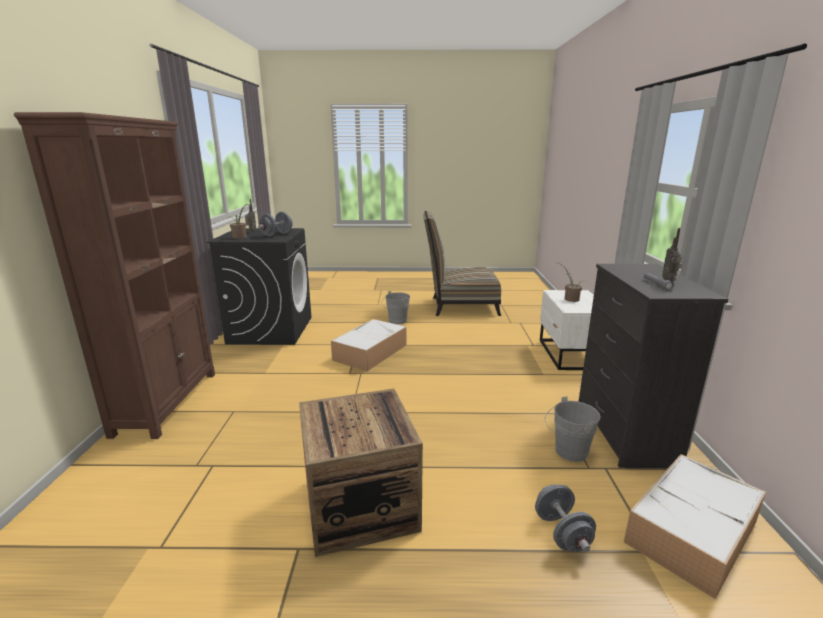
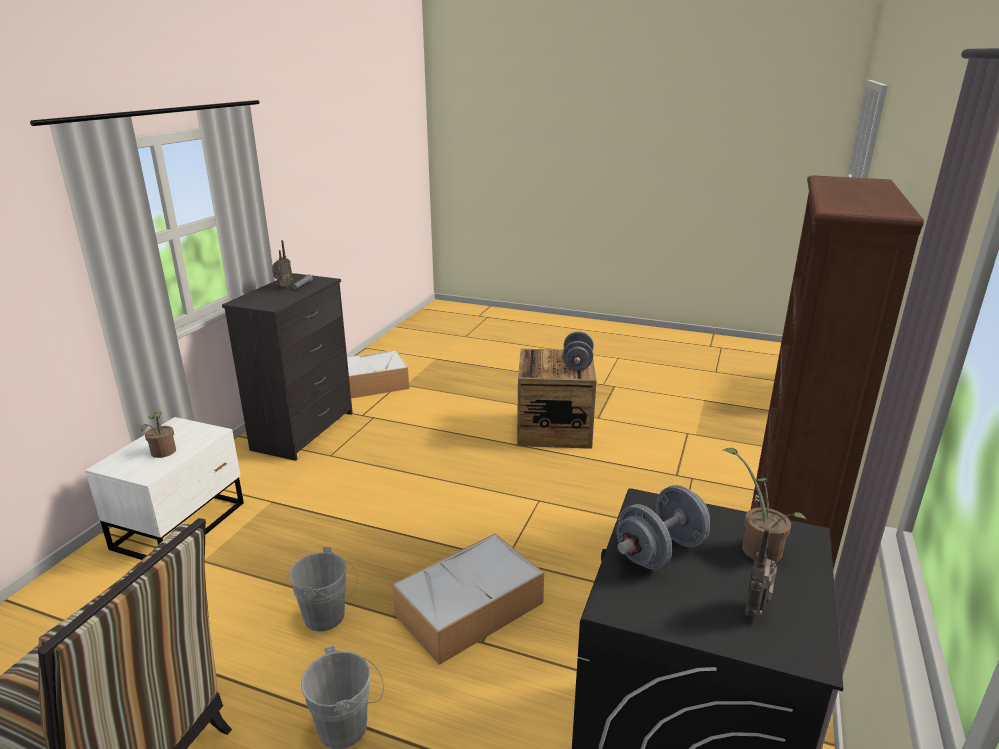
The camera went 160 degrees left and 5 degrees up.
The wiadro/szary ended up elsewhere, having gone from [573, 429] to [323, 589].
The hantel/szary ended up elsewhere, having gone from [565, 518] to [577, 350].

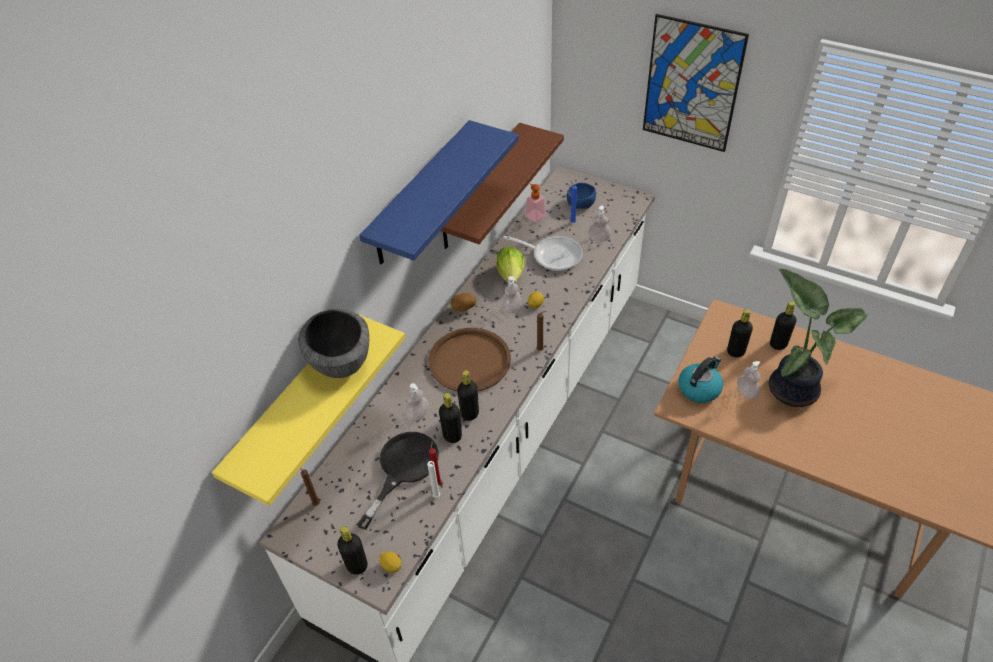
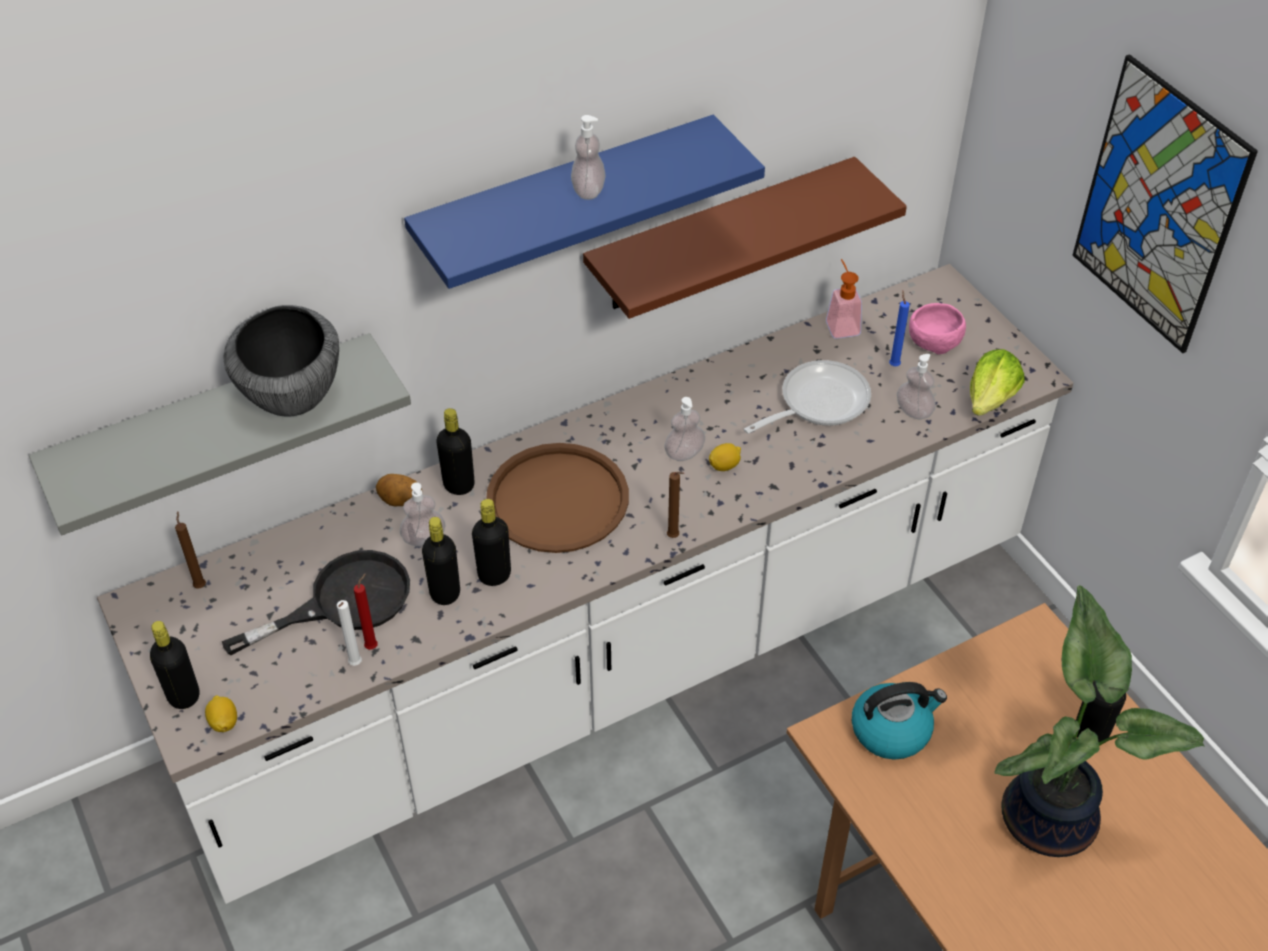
The camera went 30 degrees right and 0 degrees up.
What was the miska/niebieski at [581, 195] turned into the miska/różowy at [937, 328].
The patelnia at [543, 253] ended up facing another way, 90 degrees counterclockwise from before.
The sałata ended up elsewhere, having gone from [511, 264] to [997, 382].
The ziemniak ended up elsewhere, having gone from [464, 302] to [399, 490].
The butelka/czarny ended up elsewhere, having gone from [740, 333] to [455, 451].
What was the półka/żółty at [308, 410] turned into the półka/szary at [220, 434].
The dozownik mydła ended up elsewhere, having gone from [749, 380] to [588, 157].

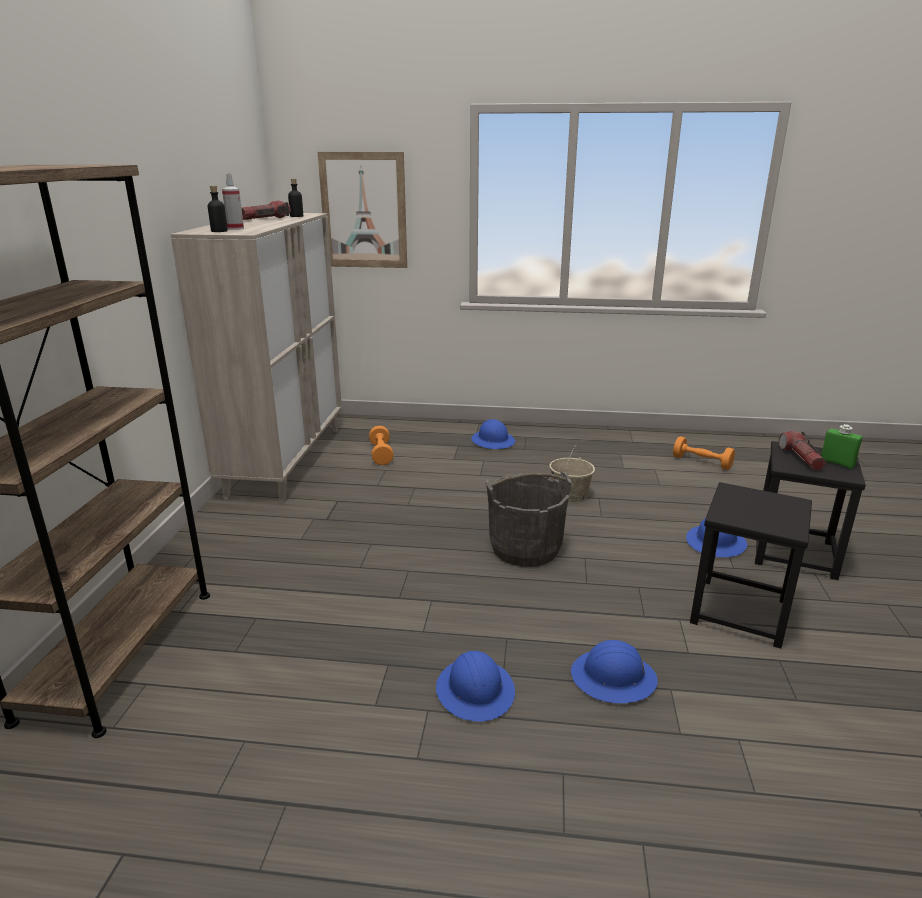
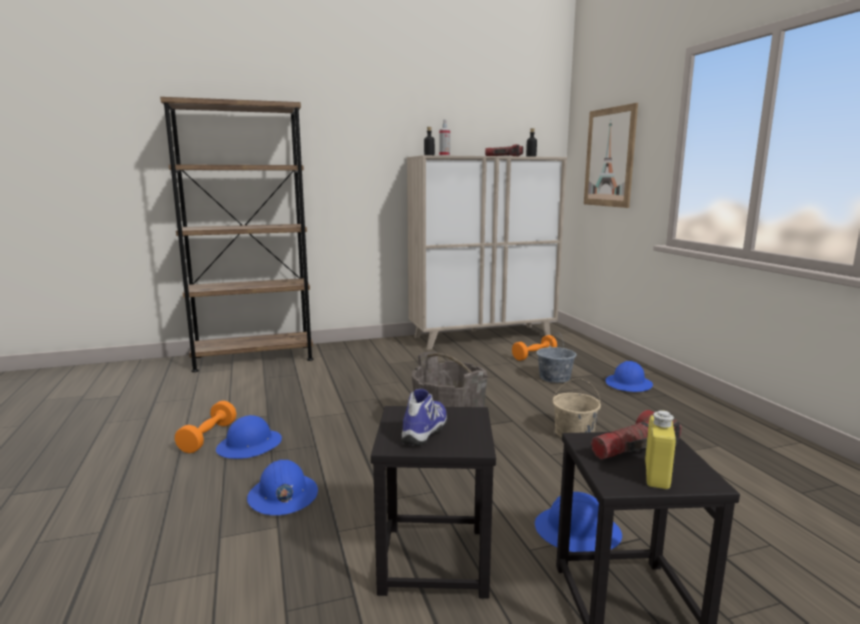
The camera went 65 degrees right and 10 degrees down.
What was the butelka/zielony at [842, 446] turned into the butelka/żółty at [660, 449].
The hantel/pomarańczowy ended up elsewhere, having gone from [704, 453] to [206, 427].
The second view gained the wiadro/szary at [556, 358].
The second view gained the but at [424, 417].

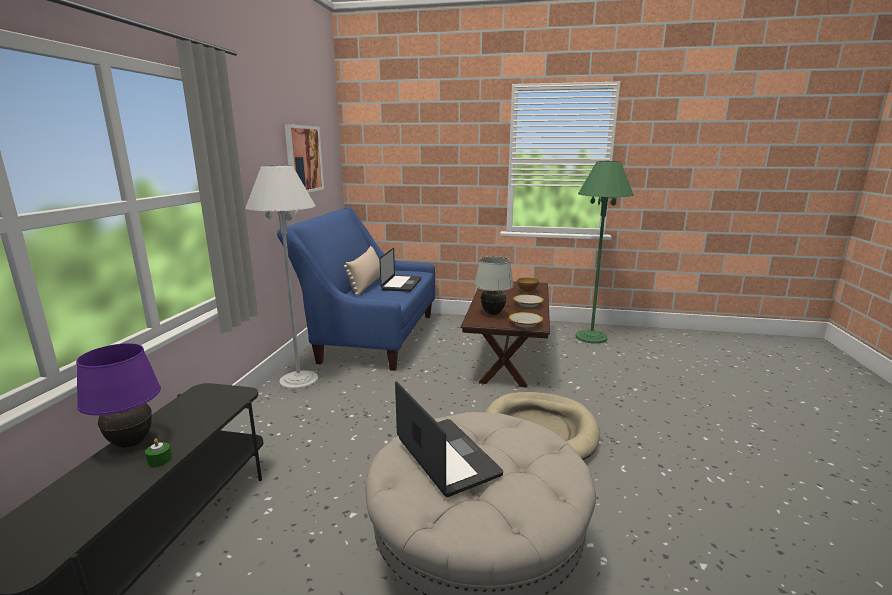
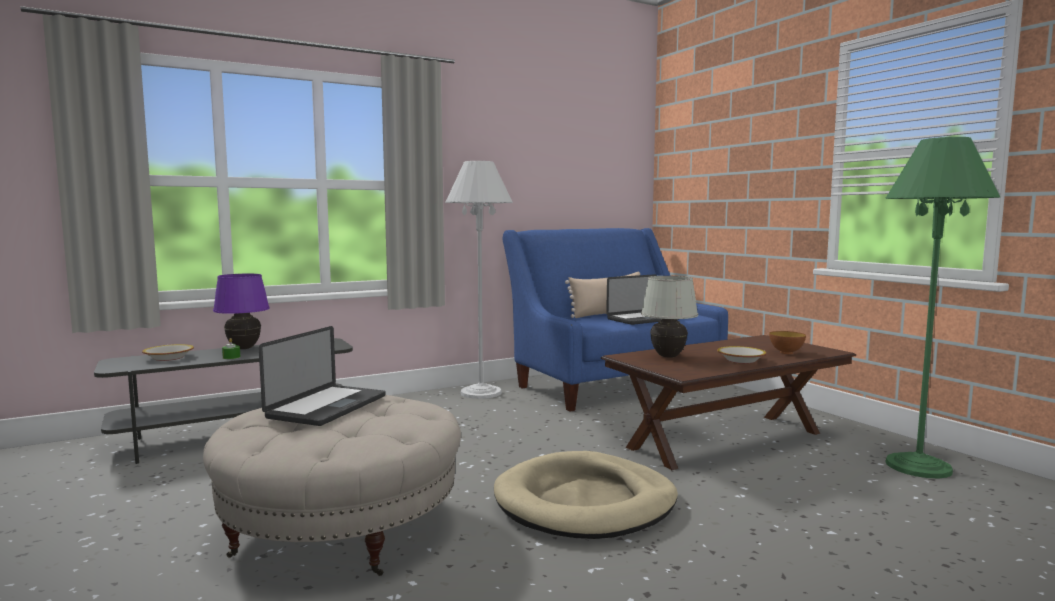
The camera went 50 degrees right and 10 degrees down.
The second view lost the obraz at [304, 158].
The miska ended up elsewhere, having gone from [526, 320] to [168, 352].

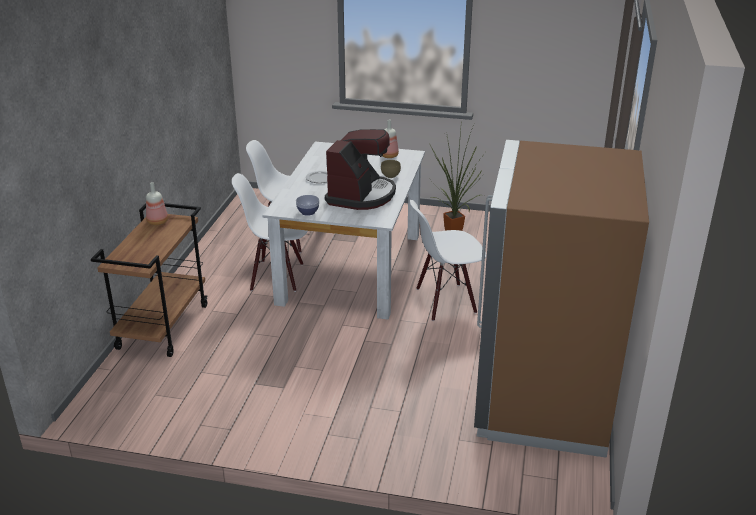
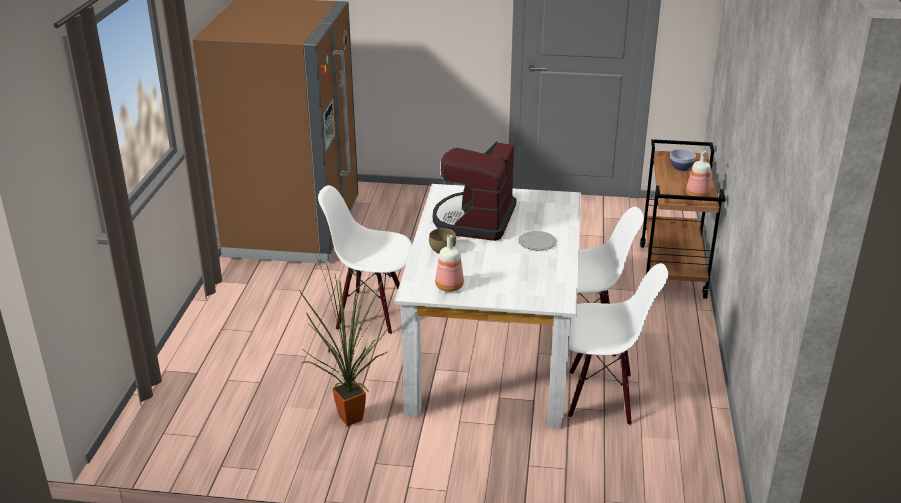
The camera went 175 degrees right and 0 degrees up.
The miska ended up elsewhere, having gone from [307, 205] to [683, 160].
The krzesło/biały at [448, 260] ended up facing another way, 150 degrees counterclockwise from before.

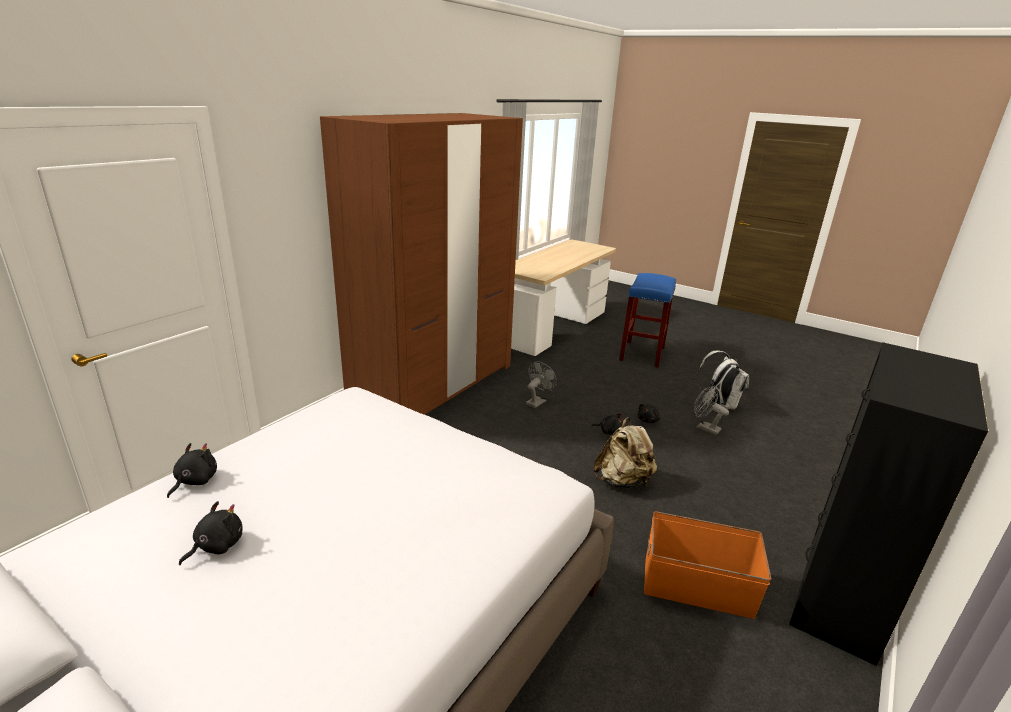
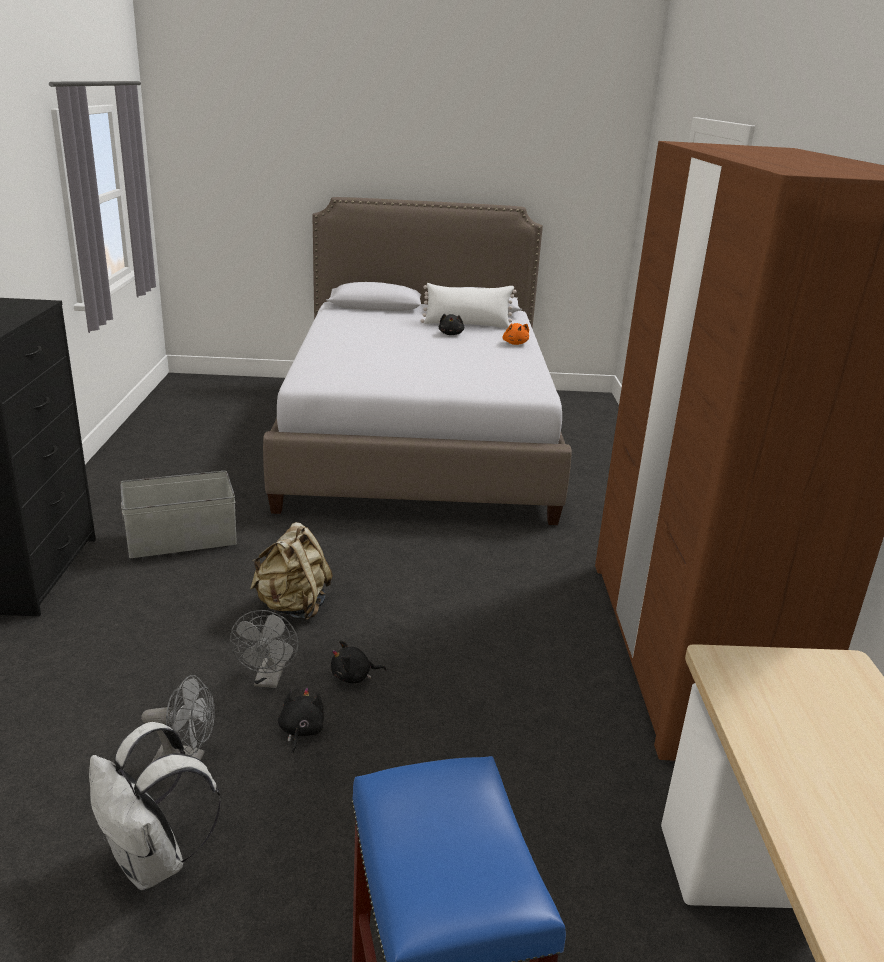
The camera went 145 degrees right and 0 degrees up.
The wentylator/szary ended up elsewhere, having gone from [541, 384] to [264, 649].
What was the pluszak/czarny at [192, 470] turned into the pluszak/pomarańczowy at [516, 334].
What was the pojemnik do przechowywania/pomarańczowy at [708, 565] turned into the pojemnik do przechowywania/szary at [178, 514].
The second view gained the poduszka/biały at [469, 306].

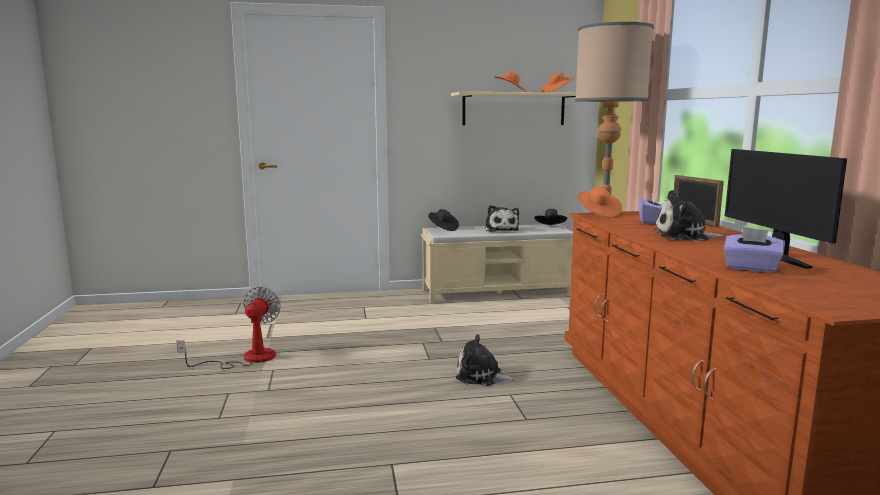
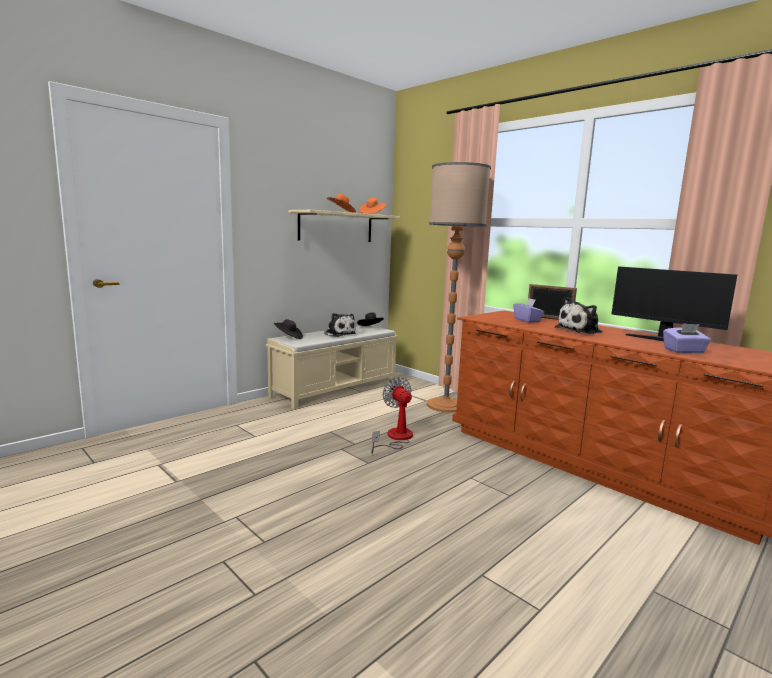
The camera went 35 degrees left and 0 degrees up.
The second view lost the kapelusz/pomarańczowy at [600, 202].
The wentylator ended up elsewhere, having gone from [228, 327] to [392, 415].
The second view lost the pluszak at [486, 360].

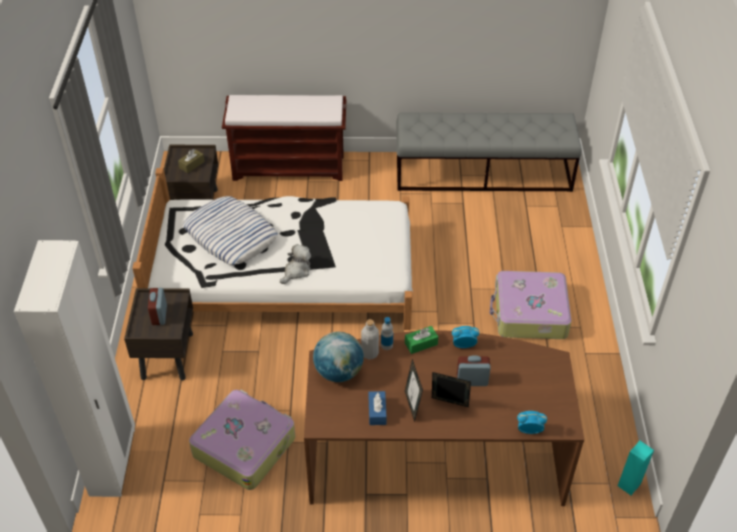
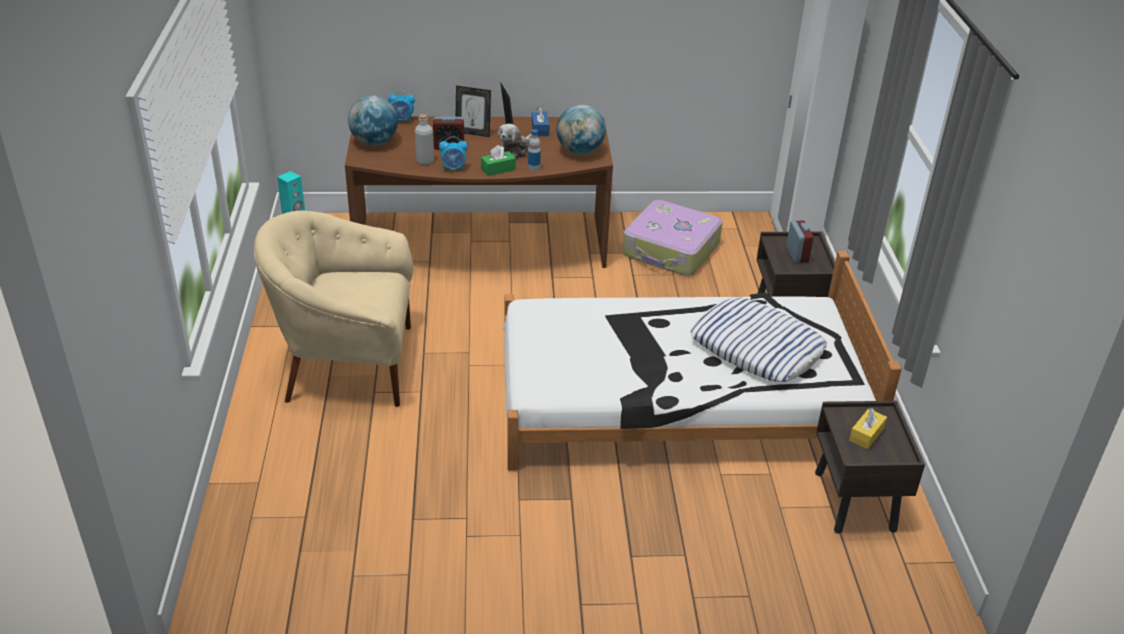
The camera went 175 degrees right and 10 degrees down.
The second view lost the ławka/brązowy at [284, 138].
The second view lost the ławka/szary at [488, 152].
What was the pudełko chusteczek/brązowy at [191, 161] turned into the pudełko chusteczek/żółty at [868, 428].
The pluszak ended up elsewhere, having gone from [295, 264] to [515, 141].
Where the walizka stood at [531, 305], the fotel/beżowy came to stand at [333, 309].
The butelka/szary ended up elsewhere, having gone from [370, 339] to [424, 139].
The second view gained the globus at [373, 120].

